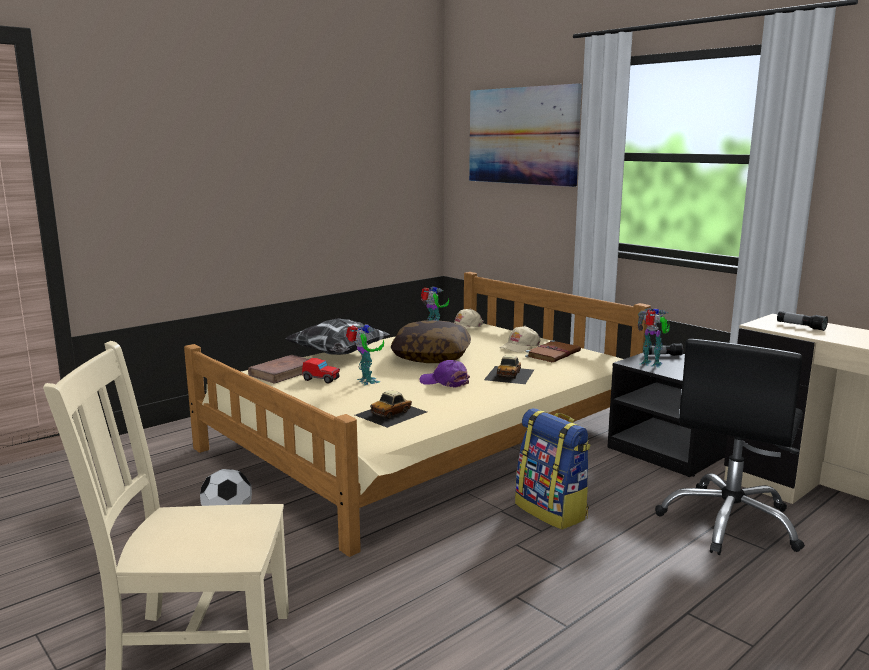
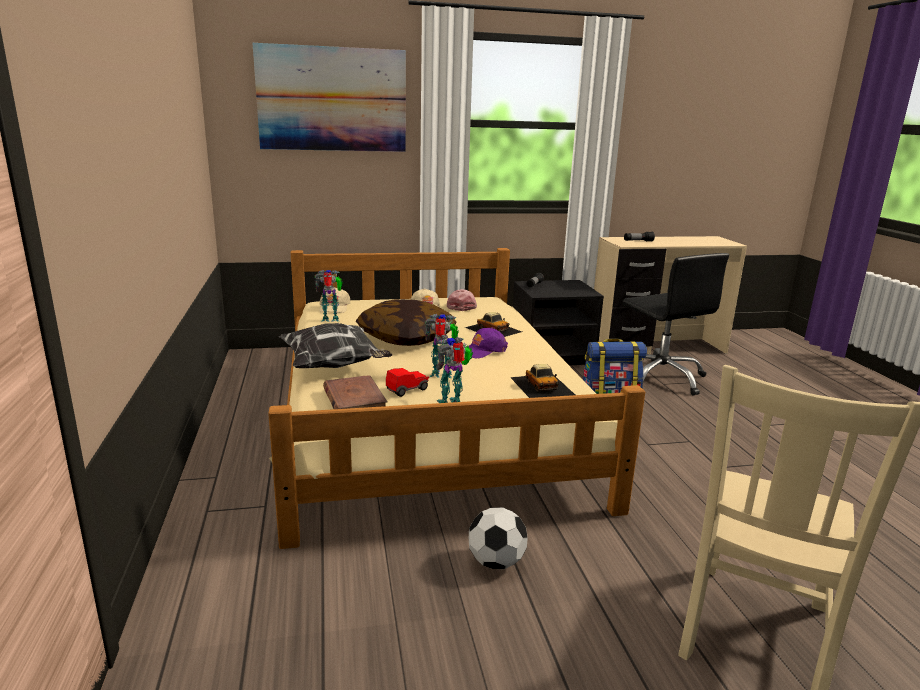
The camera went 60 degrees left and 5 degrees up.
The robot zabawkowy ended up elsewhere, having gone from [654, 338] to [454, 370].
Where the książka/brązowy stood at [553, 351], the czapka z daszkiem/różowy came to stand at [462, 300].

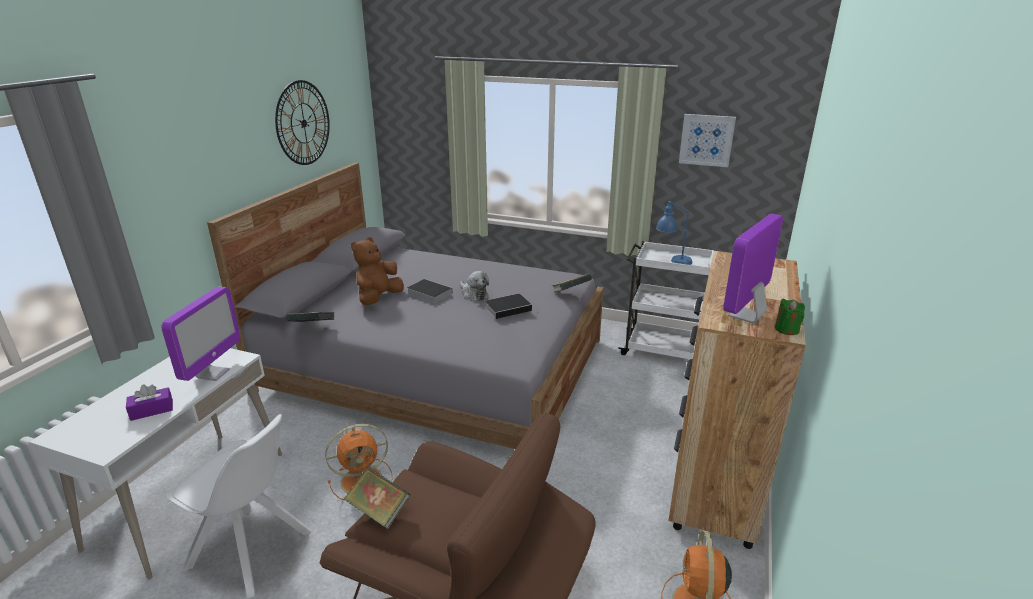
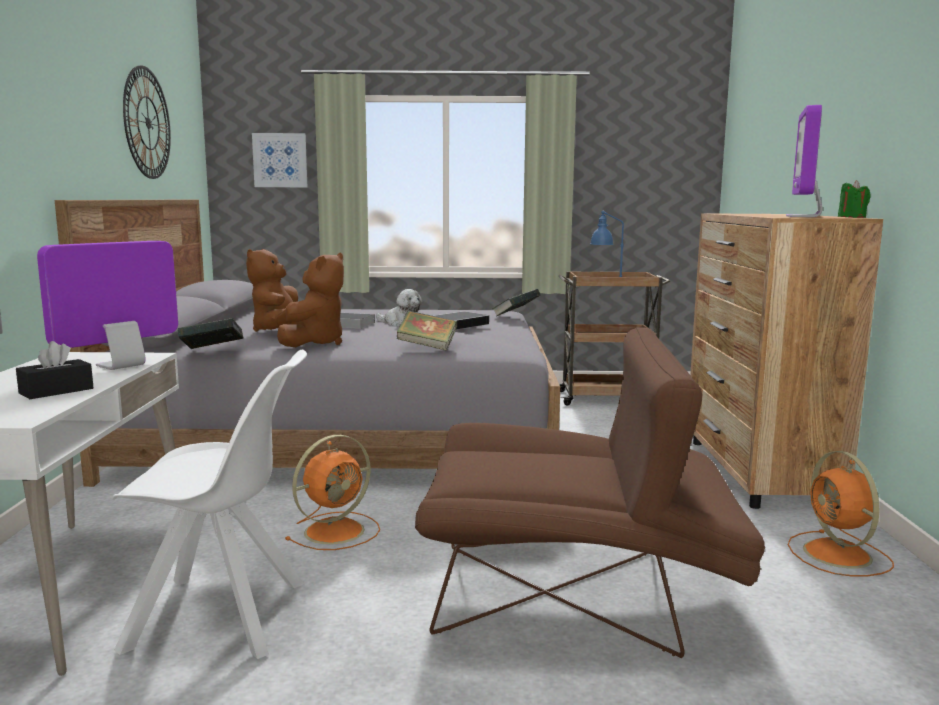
The camera went 20 degrees left and 15 degrees down.
The obraz ended up elsewhere, having gone from [707, 140] to [279, 160].
What was the wózek/biały at [667, 300] turned into the wózek/brązowy at [614, 338].
The monitor at [200, 333] ended up facing another way, 135 degrees counterclockwise from before.
What was the pudełko chusteczek/fioletowy at [149, 402] turned into the pudełko chusteczek/czarny at [54, 370].
The książka ended up elsewhere, having gone from [377, 498] to [427, 331].
The second view gained the pluszak/brązowy at [310, 300].

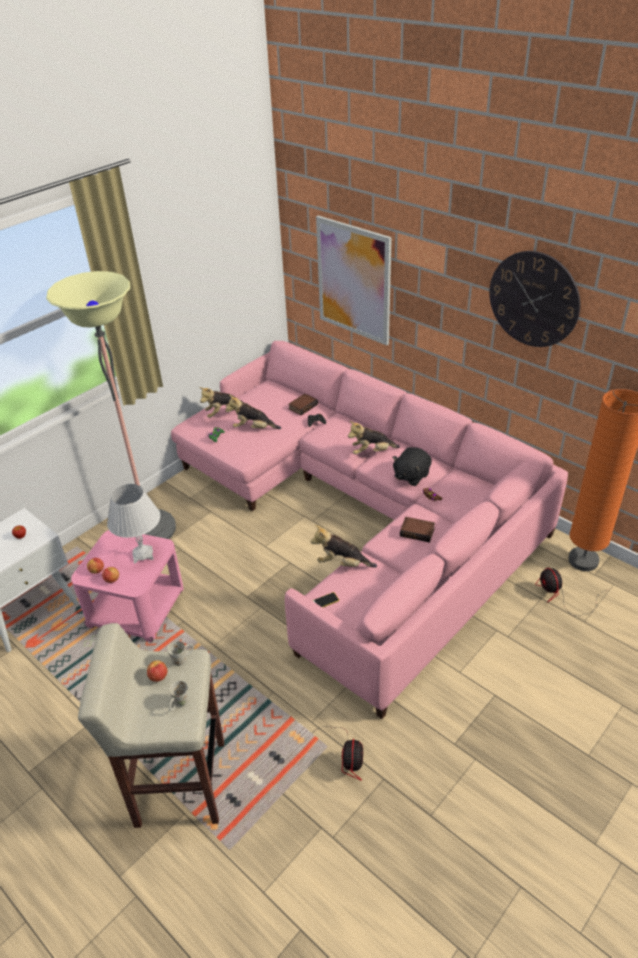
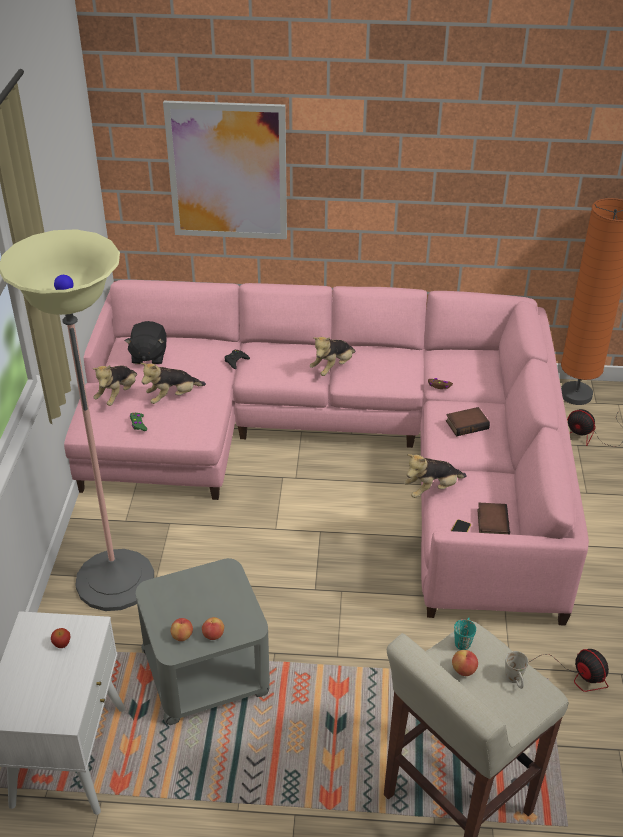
The camera went 40 degrees left and 0 degrees up.
The second view lost the zegar ścienny at [534, 299].
The książka ended up elsewhere, having gone from [303, 404] to [493, 518].
The pluszak/czarny ended up elsewhere, having gone from [412, 466] to [146, 342].
The second view lost the lampa stołowa/biały at [133, 523].
What was the stolik/różowy at [127, 586] turned into the stolik/szary at [203, 641].
What was the kubek/biały at [180, 653] turned into the kubek/turkusowy at [465, 633].

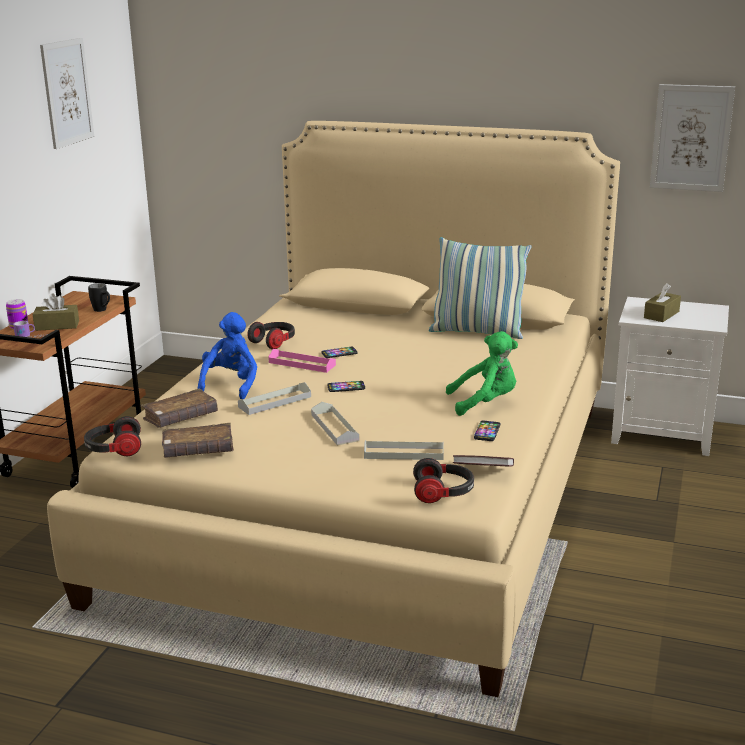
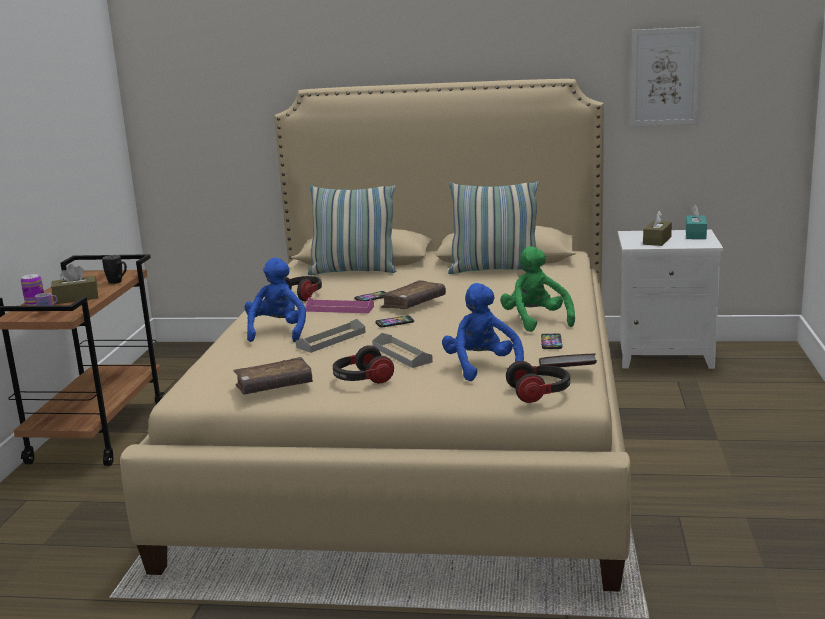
The camera went 10 degrees left and 5 degrees down.
The second view lost the obraz at [67, 93].
The pluszak/zielony at [482, 373] ended up facing another way, 90 degrees counterclockwise from before.
The książka/brązowy ended up elsewhere, having gone from [179, 408] to [413, 294].
The słuchawki ended up elsewhere, having gone from [112, 436] to [363, 364].
Where the taca/szary stood at [404, 450], the pluszak/niebieski came to stand at [483, 332].
The second view gained the poduszka at [352, 230].
The second view gained the pudełko chusteczek/turkusowy at [696, 222].

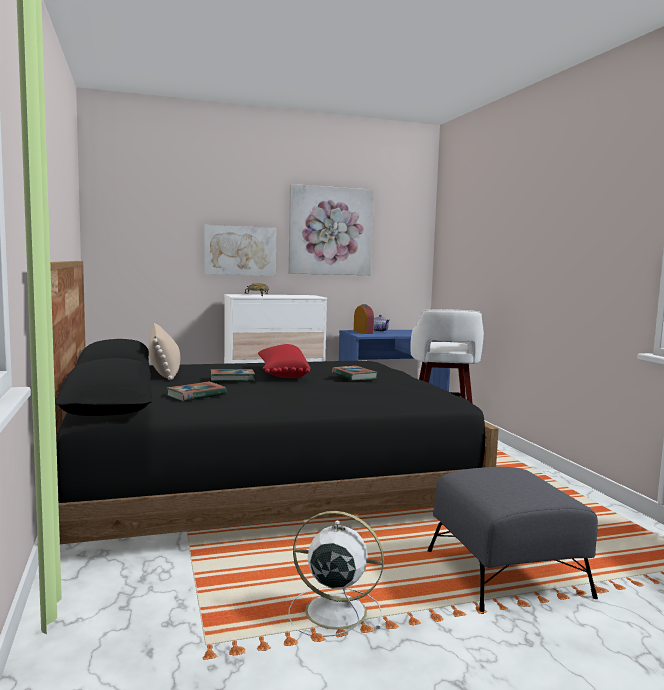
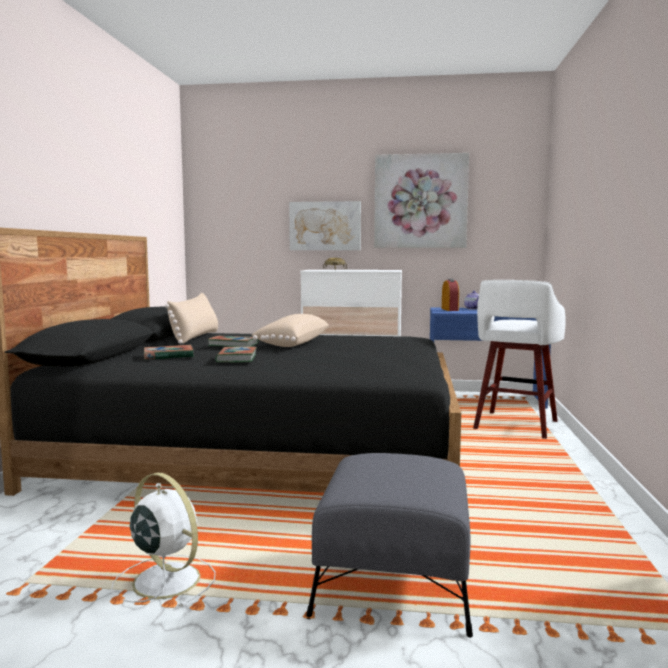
The camera went 25 degrees right and 0 degrees up.
What was the poduszka/czerwony at [284, 361] turned into the poduszka/beżowy at [290, 330].
The książka ended up elsewhere, having gone from [355, 373] to [236, 354].

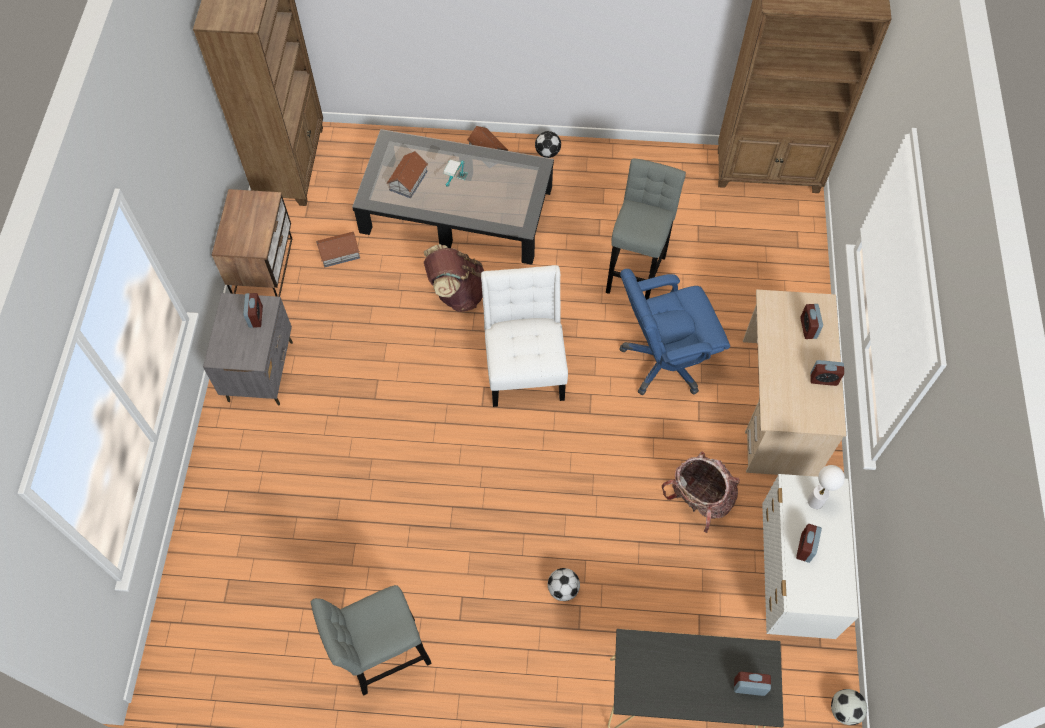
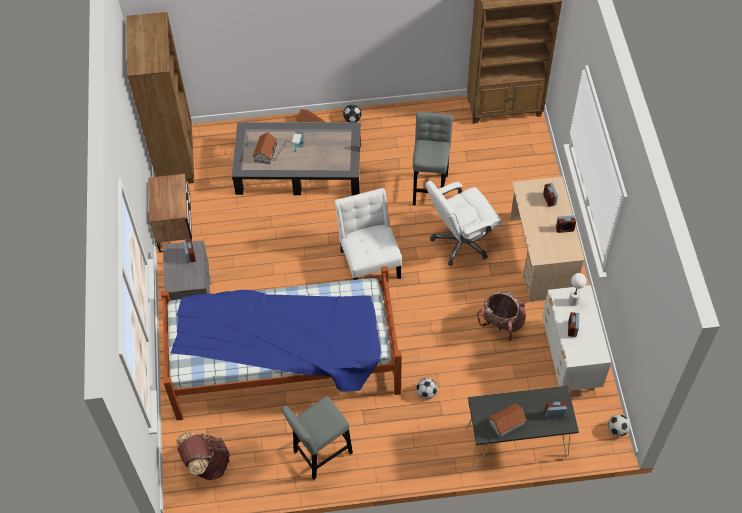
The camera went 10 degrees left and 5 degrees down.
The domek ended up elsewhere, having gone from [338, 249] to [507, 421].
The plecak/brązowy ended up elsewhere, having gone from [454, 278] to [203, 456].
What was the krzesło biurowe/niebieski at [674, 332] turned into the krzesło biurowe/biały at [464, 223].
The second view gained the łóżko at [281, 343].

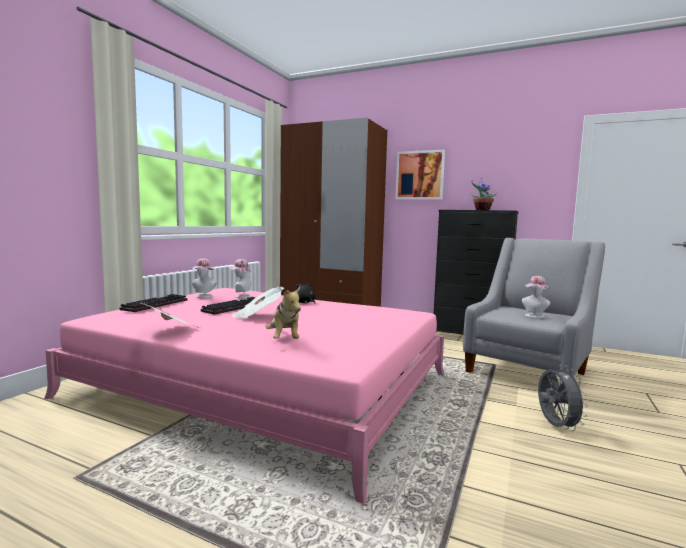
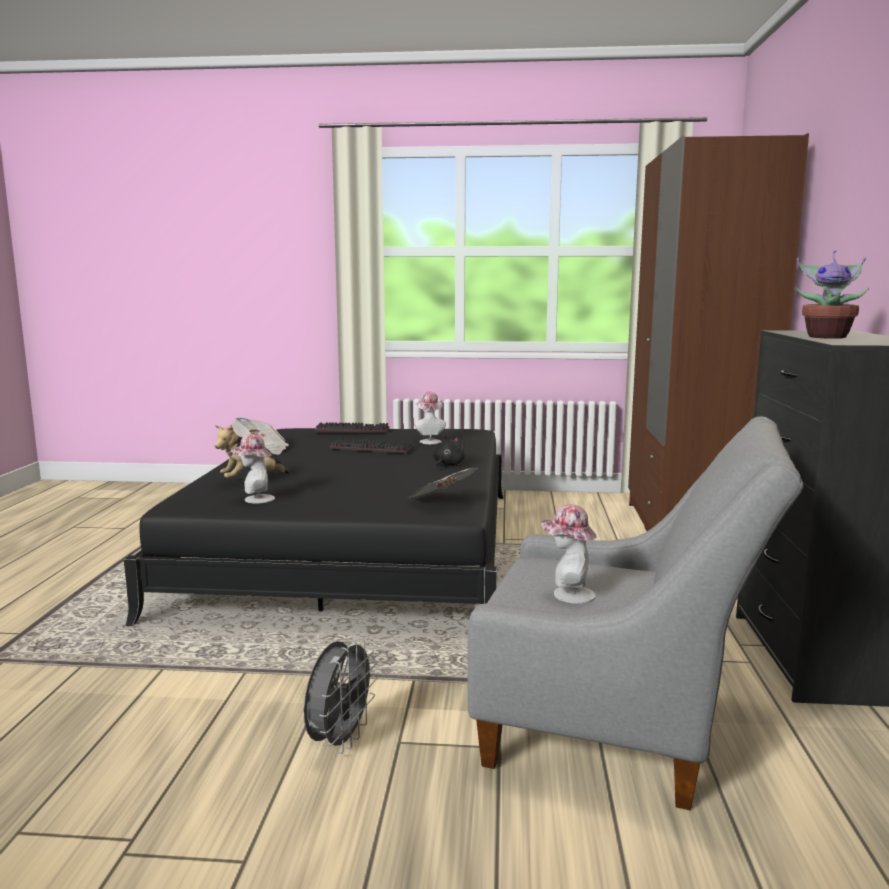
The camera went 70 degrees right and 5 degrees up.
The second view lost the obraz at [420, 175].
The kapelusz ended up elsewhere, having gone from [204, 278] to [253, 469].
The gazeta ended up elsewhere, having gone from [258, 303] to [442, 482].
What was the łóżko/różowy at [244, 396] turned into the łóżko/czarny at [314, 527].
The wentylator/szary at [563, 398] ended up facing another way, 45 degrees counterclockwise from before.

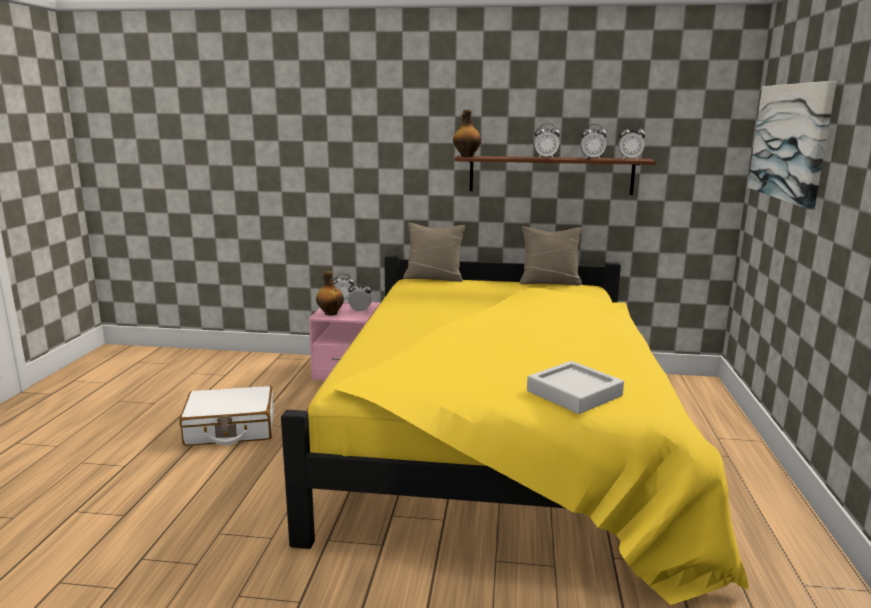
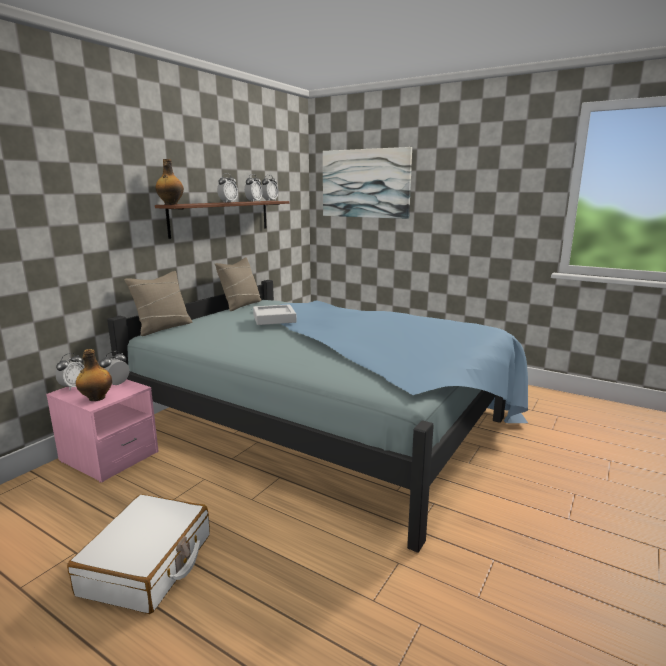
The camera went 65 degrees left and 0 degrees up.
What was the łóżko/żółty at [514, 430] turned into the łóżko/niebieski at [317, 416].
The taca/szary ended up elsewhere, having gone from [575, 387] to [275, 314].

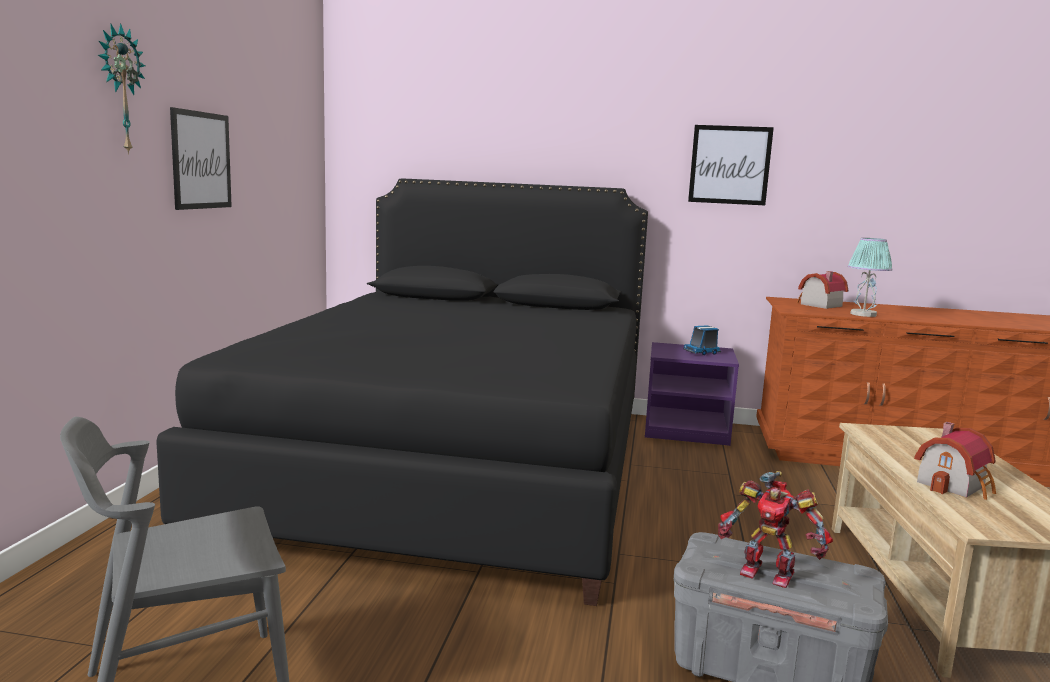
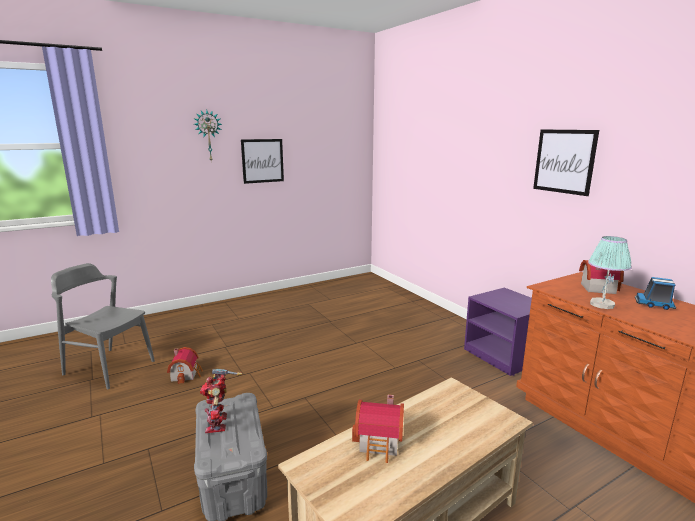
The camera went 50 degrees right and 5 degrees up.
The second view lost the łóżko/czarny at [402, 392].
The ciężarówka zabawkowa ended up elsewhere, having gone from [702, 340] to [655, 293].
The second view gained the domek at [185, 365].

